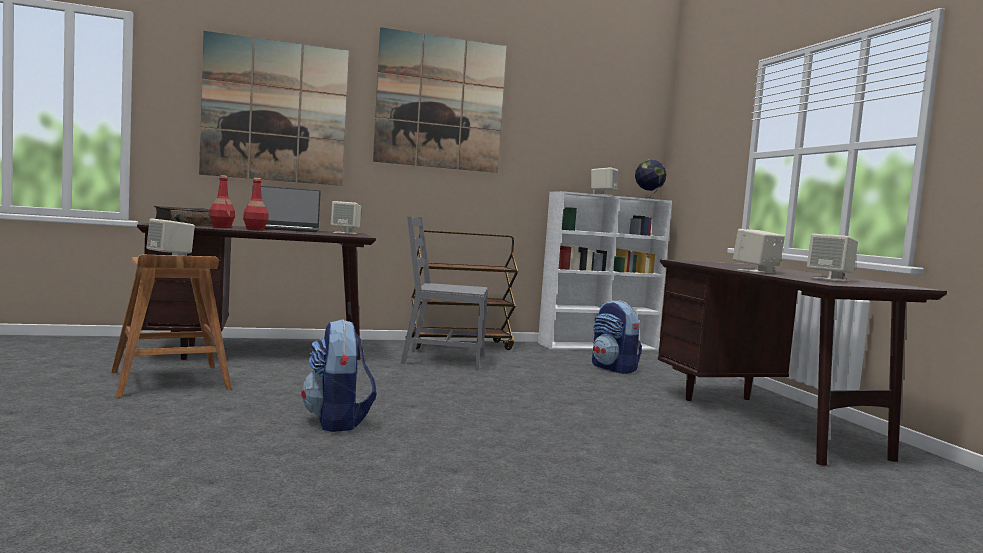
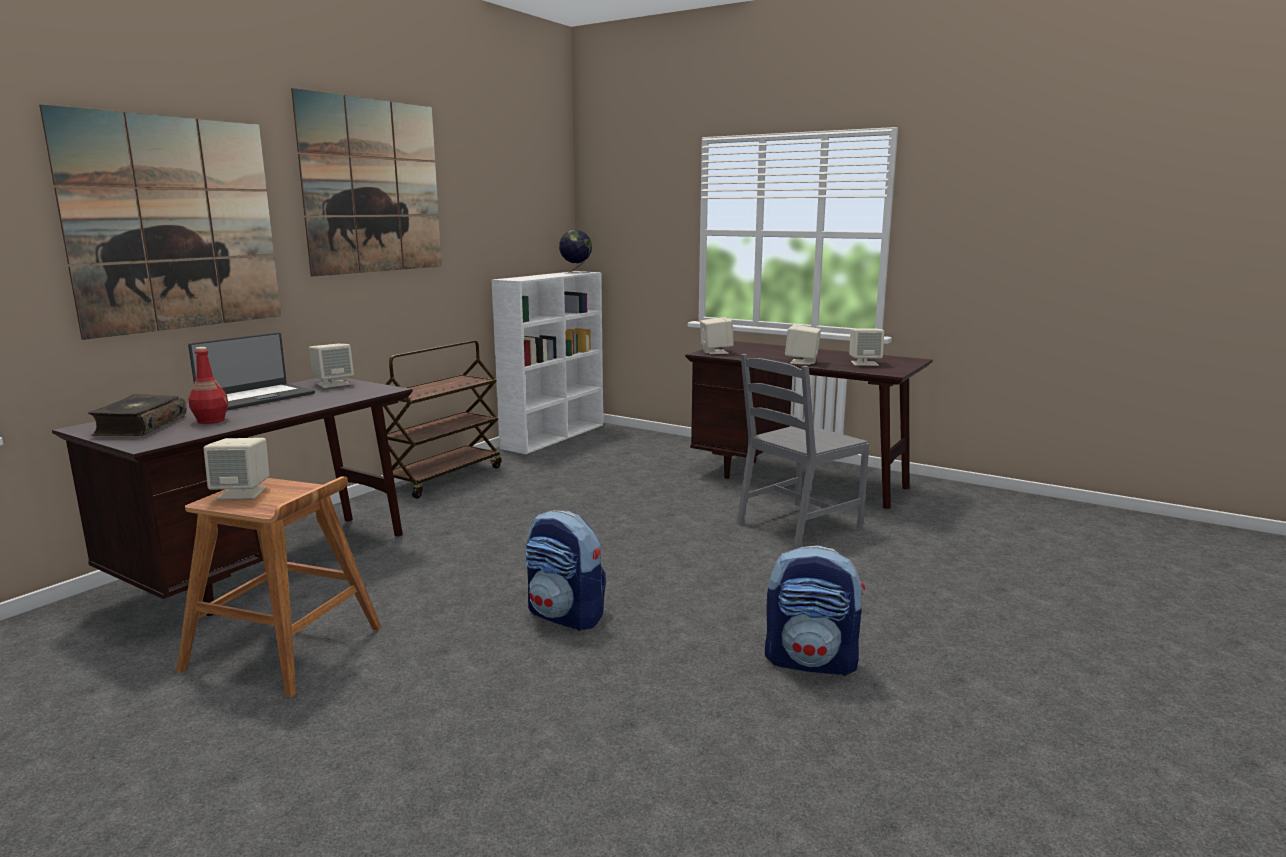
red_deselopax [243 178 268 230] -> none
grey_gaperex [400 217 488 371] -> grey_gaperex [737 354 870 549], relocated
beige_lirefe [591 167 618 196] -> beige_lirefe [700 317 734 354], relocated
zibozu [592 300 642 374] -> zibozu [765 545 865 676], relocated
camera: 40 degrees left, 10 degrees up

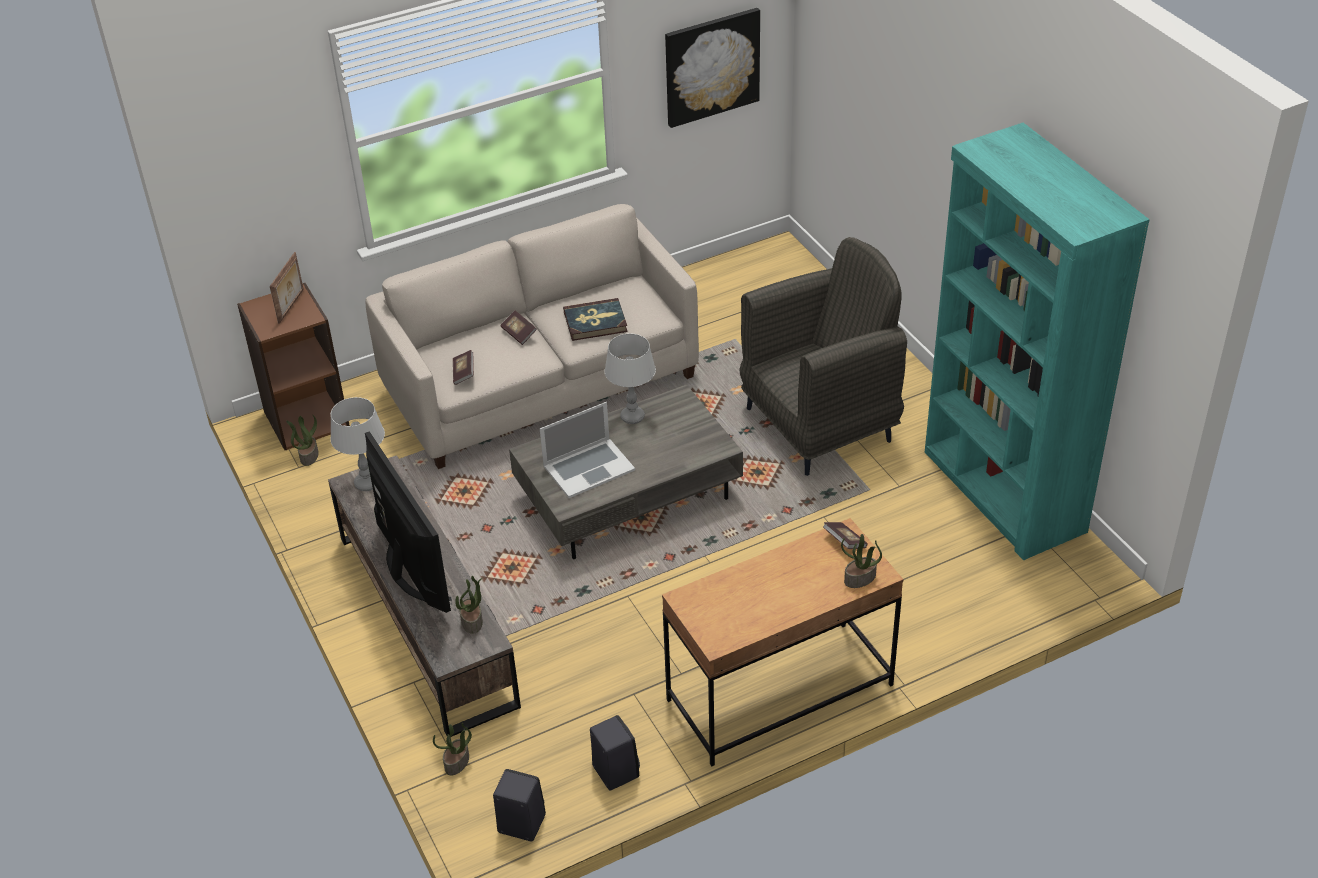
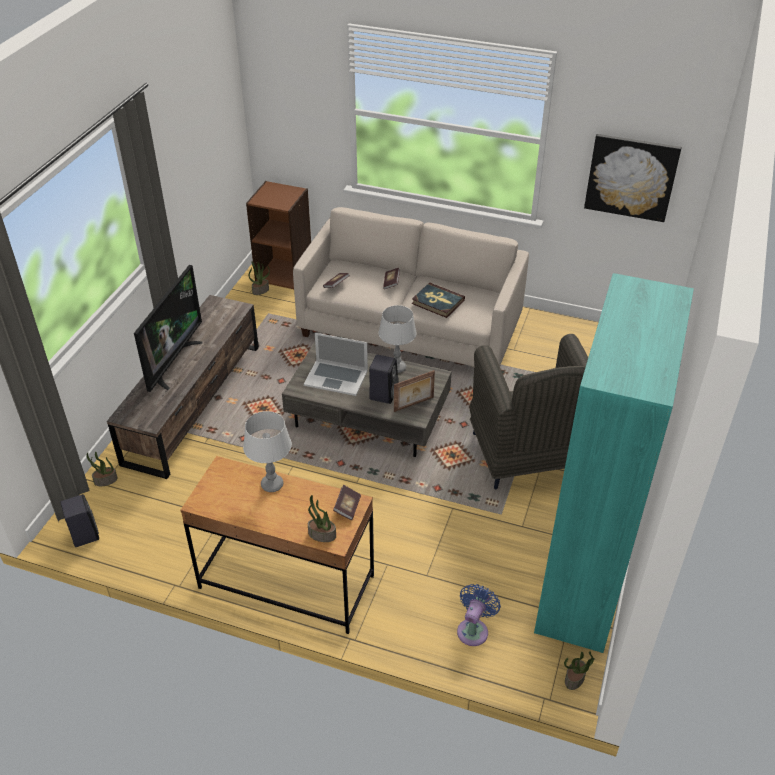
none -> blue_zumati [457 584 501 646]
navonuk [270 252 304 324] -> navonuk [394 370 435 412], relocated
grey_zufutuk [330 397 385 491] -> grey_zufutuk [243 411 292 492], relocated
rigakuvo [455 576 483 634] -> rigakuvo [564 651 595 690], relocated
black_lirefe [590 715 640 791] -> black_lirefe [369 355 399 404], relocated
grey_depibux [739 237 907 476] -> grey_depibux [470 334 588 489], 60 degrees clockwise
camera: 45 degrees right, 0 degrees up

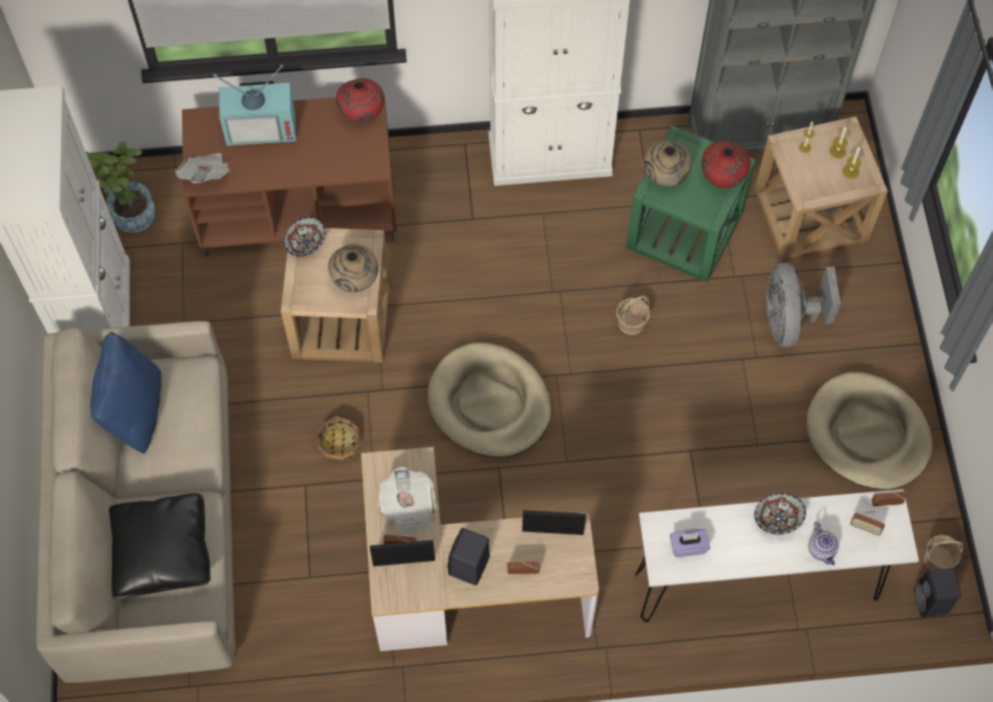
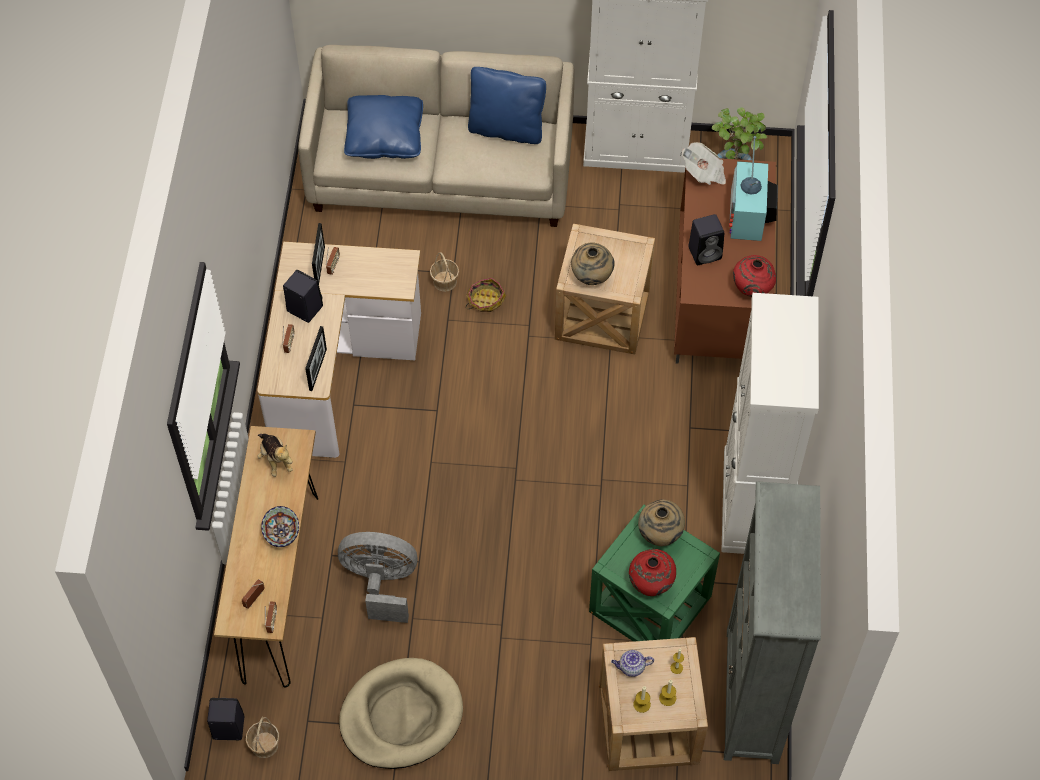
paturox [284 217 326 257] -> none
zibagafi [378 467 436 537] -> none
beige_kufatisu [428 343 551 458] -> none
none -> black_lirefe [688 214 724 265]
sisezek [616 296 650 335] -> sisezek [430 252 459 292], relocated
grey_zumati [766 263 841 347] -> grey_zumati [338 532 417 623], relocated
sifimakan [808 522 839 565] -> sifimakan [611 650 654 677], relocated
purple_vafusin [670 529 710 557] -> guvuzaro [257 434 293 477]
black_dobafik [109 493 211 599] -> blue_dobafik [344 95 423 159]
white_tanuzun [635 489 919 622] -> brown_tanuzun [214 426 318 688]
camera: 100 degrees right, 5 degrees down

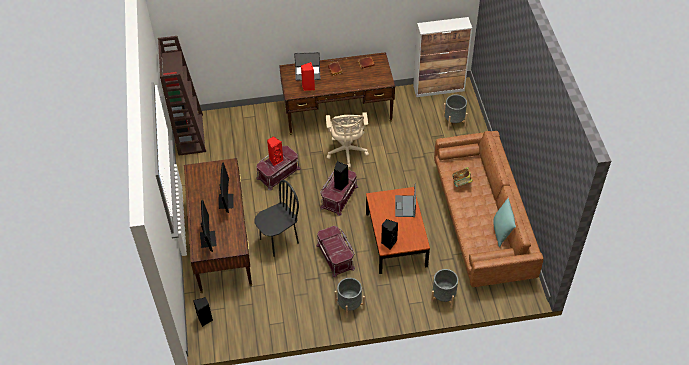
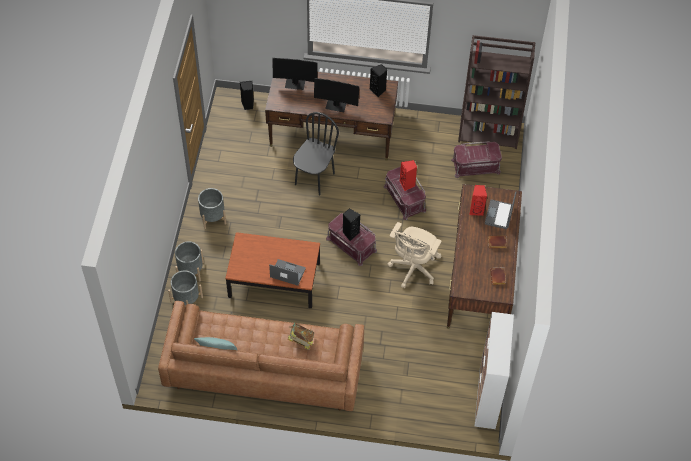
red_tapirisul [316 226 355 278] -> red_tapirisul [451 141 502 178], relocated
black_lirefe [381 219 398 250] -> black_lirefe [370 64 387 97], relocated
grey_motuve [443 94 468 130] -> grey_motuve [175 241 204 282], relocated
black_gaperex [254 180 299 257] -> black_gaperex [293 112 339 196], 135 degrees counterclockwise
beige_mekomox [326 112 369 168] -> beige_mekomox [387 222 442 288], 75 degrees counterclockwise
camera: 105 degrees right, 5 degrees up

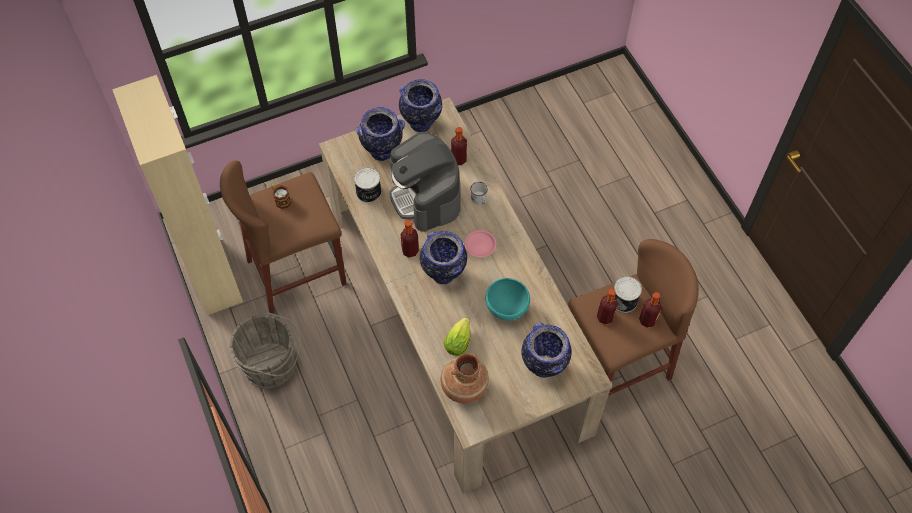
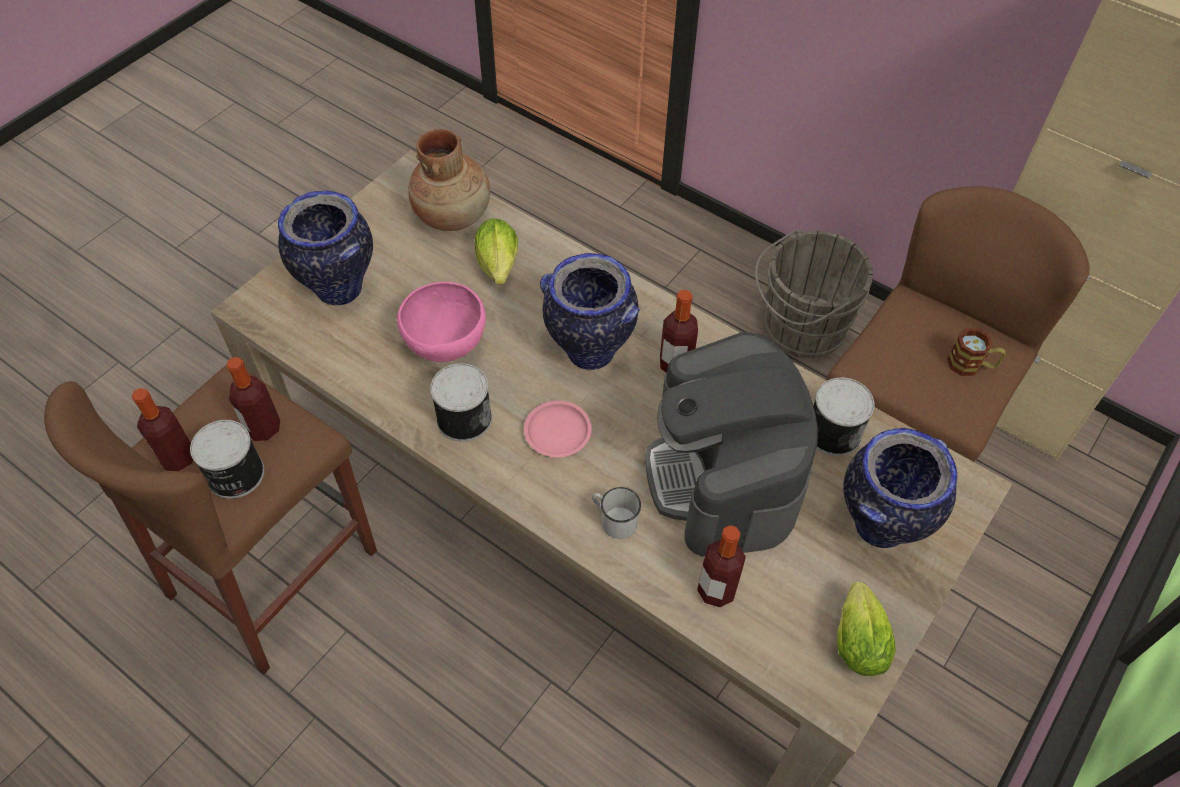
none -> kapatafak [430 363 492 442]
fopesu [399 79 442 132] -> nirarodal [837 582 896 676]
turquoise_paturox [485 278 530 321] -> pink_paturox [397 282 486 362]
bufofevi [389 132 460 232] -> bufofevi [645 332 818 557], 135 degrees counterclockwise
camera: 150 degrees right, 5 degrees down

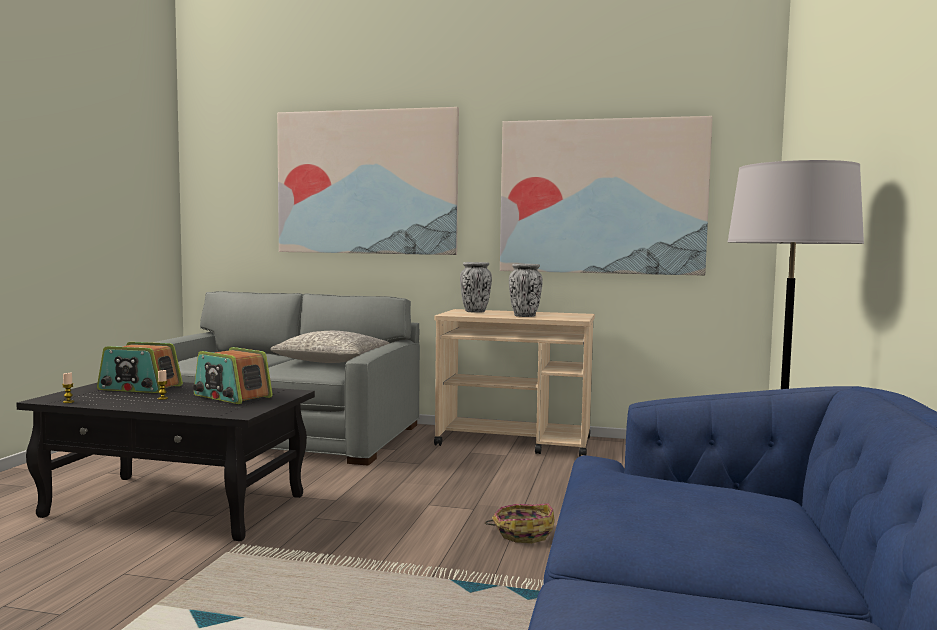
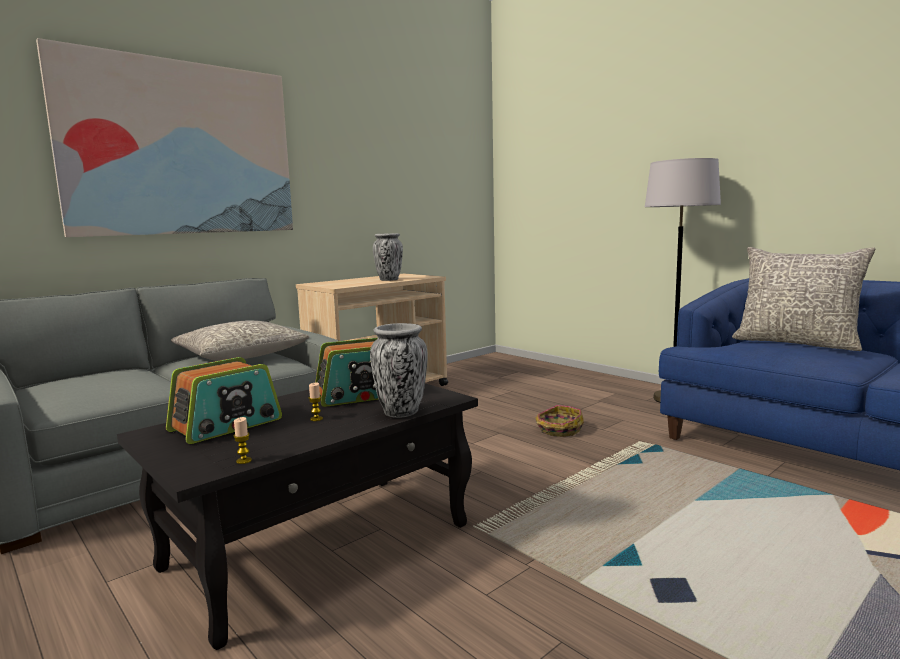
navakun [500 116 713 276] -> none
none -> grey_dobafik [732 247 876 351]
fopesu [460 262 492 313] -> fopesu [370 323 428 418], relocated
camera: 55 degrees left, 5 degrees up

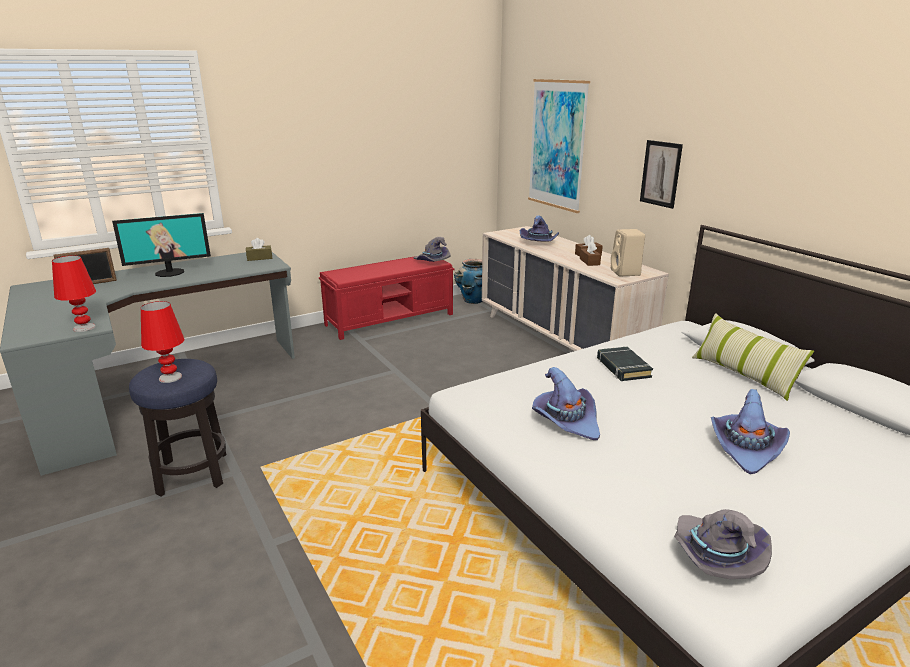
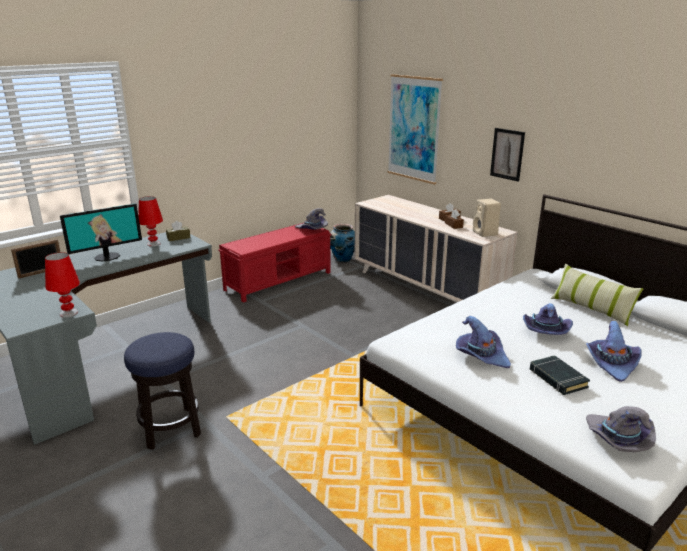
red_zufutuk [141 301 184 383] -> red_zufutuk [138 196 163 246], relocated
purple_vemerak [519 215 559 242] -> purple_vemerak [523 303 573 335], relocated
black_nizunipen [597 347 653 381] -> black_nizunipen [530 355 590 395], relocated
camera: 10 degrees left, 0 degrees up

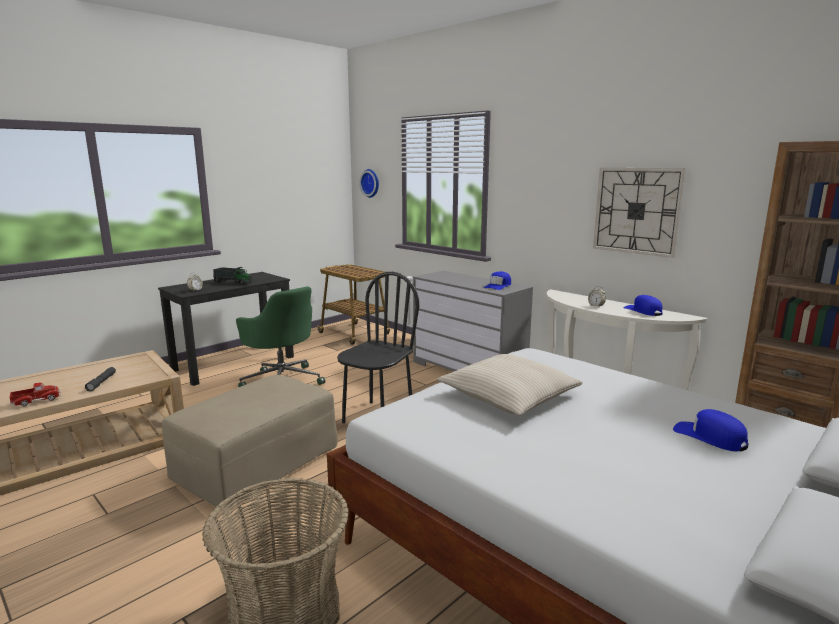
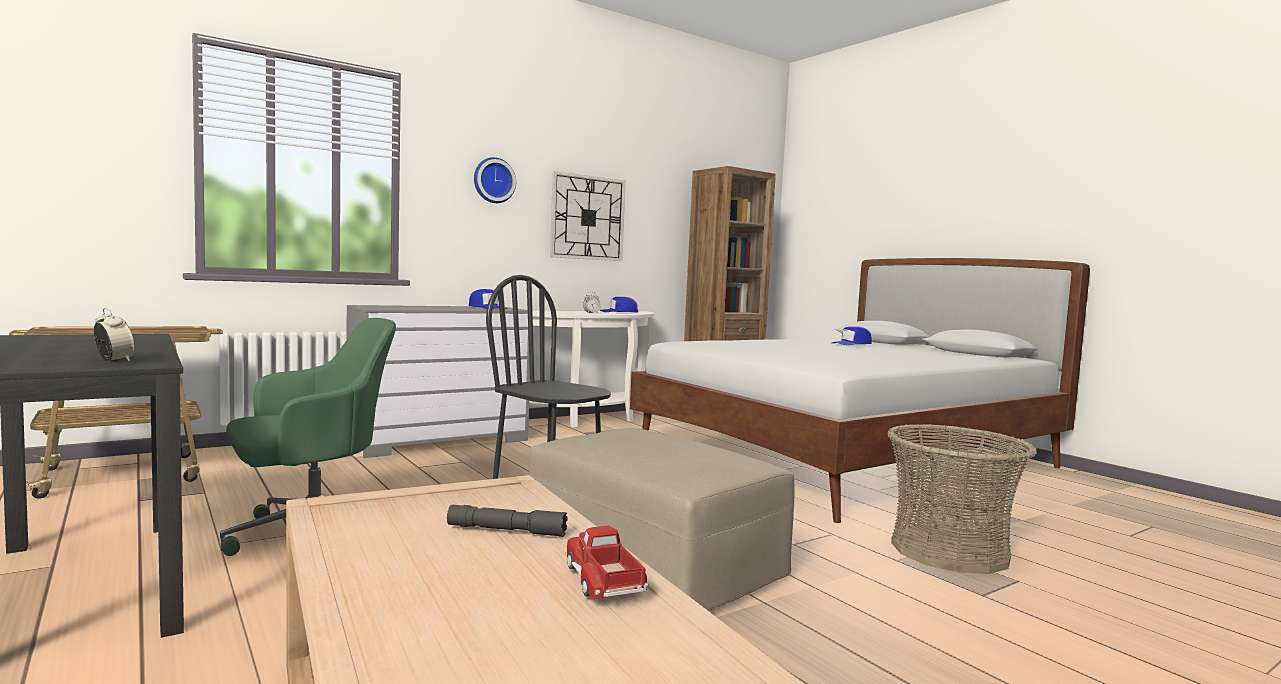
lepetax [213 267 253 285] -> none
beige_dobafik [437 354 583 416] -> none
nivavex [359 169 379 198] -> nivavex [474 157 516 203], relocated
camera: 80 degrees left, 10 degrees down

